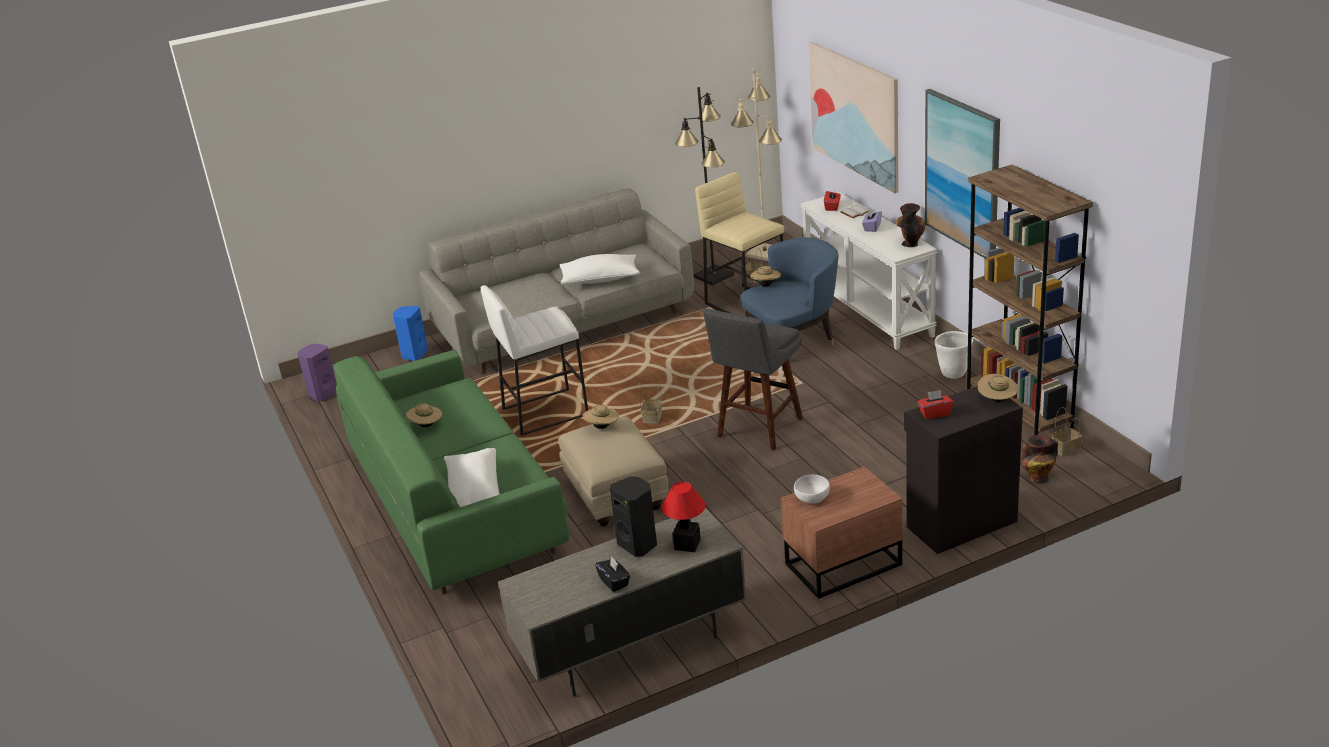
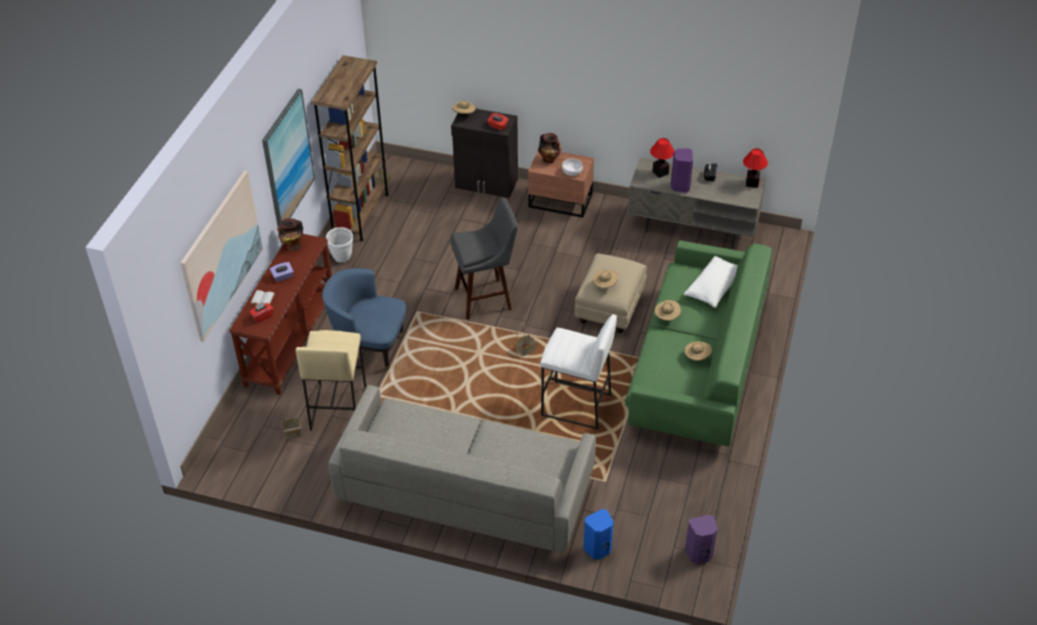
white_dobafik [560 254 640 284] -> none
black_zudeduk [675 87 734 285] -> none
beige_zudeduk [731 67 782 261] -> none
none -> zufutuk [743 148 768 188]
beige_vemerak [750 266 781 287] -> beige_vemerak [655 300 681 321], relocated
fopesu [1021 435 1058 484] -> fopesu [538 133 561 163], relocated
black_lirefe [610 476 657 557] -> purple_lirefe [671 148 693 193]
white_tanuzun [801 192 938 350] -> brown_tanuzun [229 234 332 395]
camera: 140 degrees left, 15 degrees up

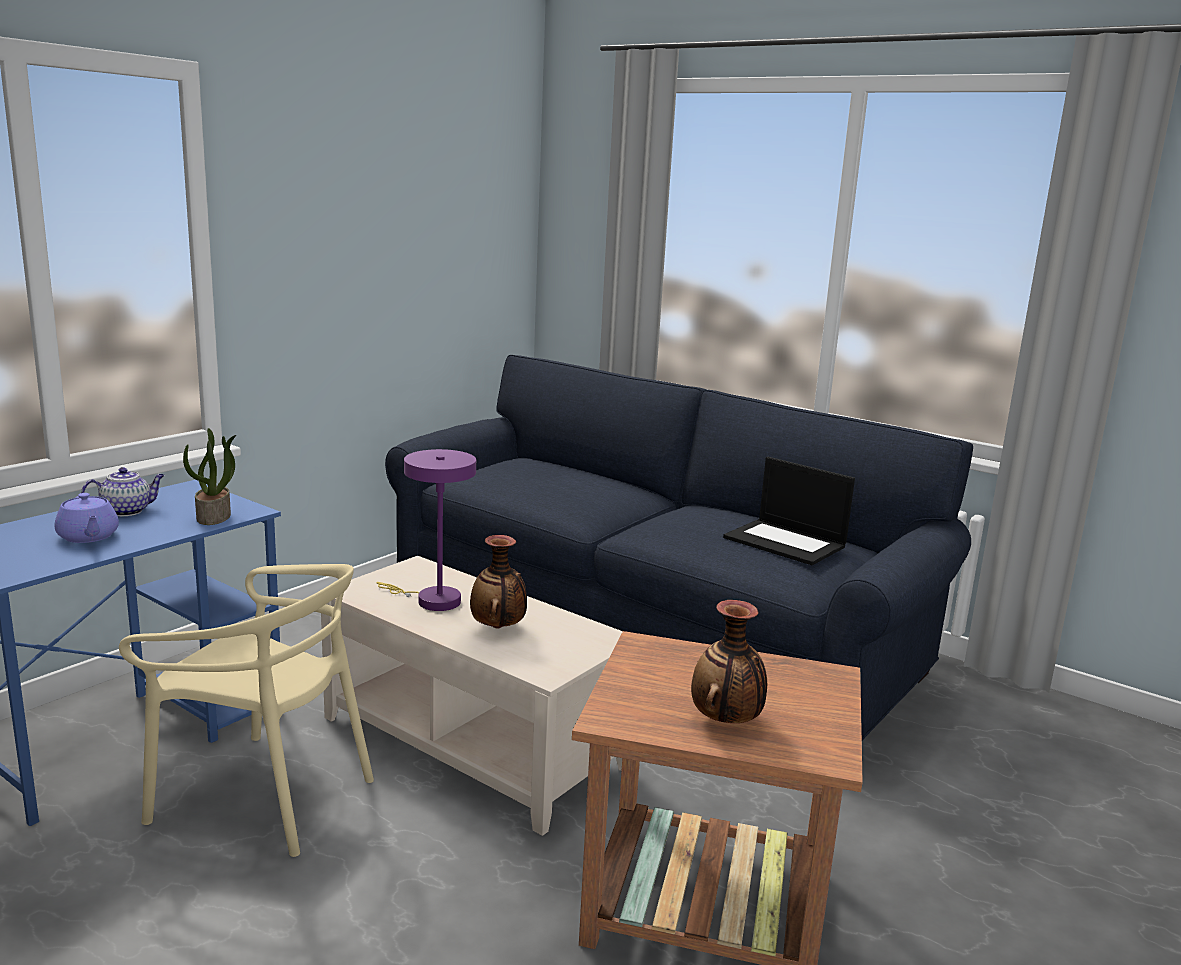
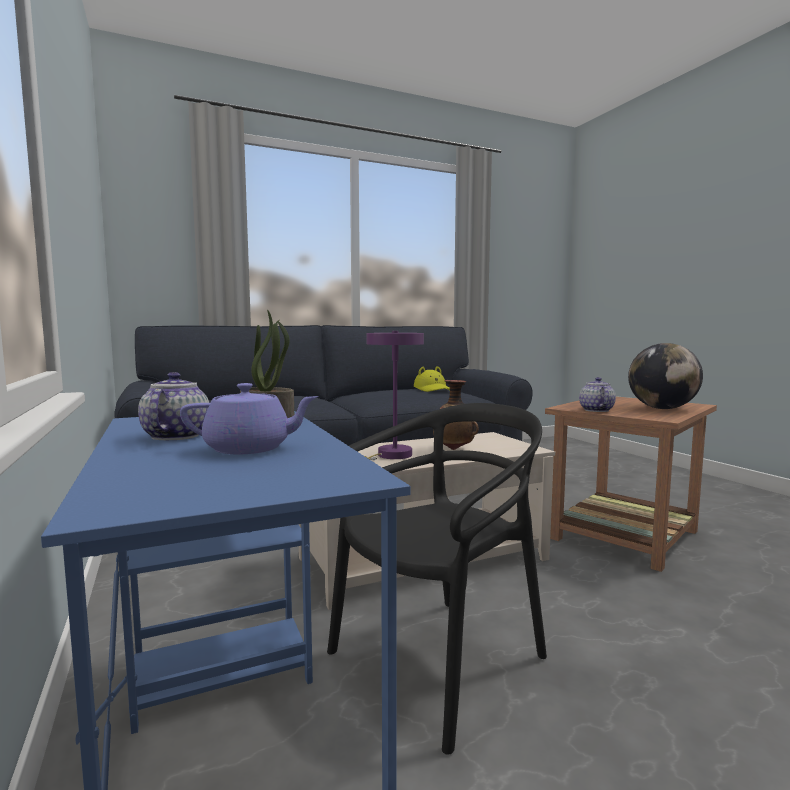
none -> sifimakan [579 377 616 412]
fopesu [691 600 767 723] -> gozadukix [628 343 703 409]
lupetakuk [723 457 855 565] -> yellow_vemerak [414 366 450 392]
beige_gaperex [119 564 374 857] -> black_gaperex [327 403 547 755]
camera: 60 degrees left, 10 degrees down

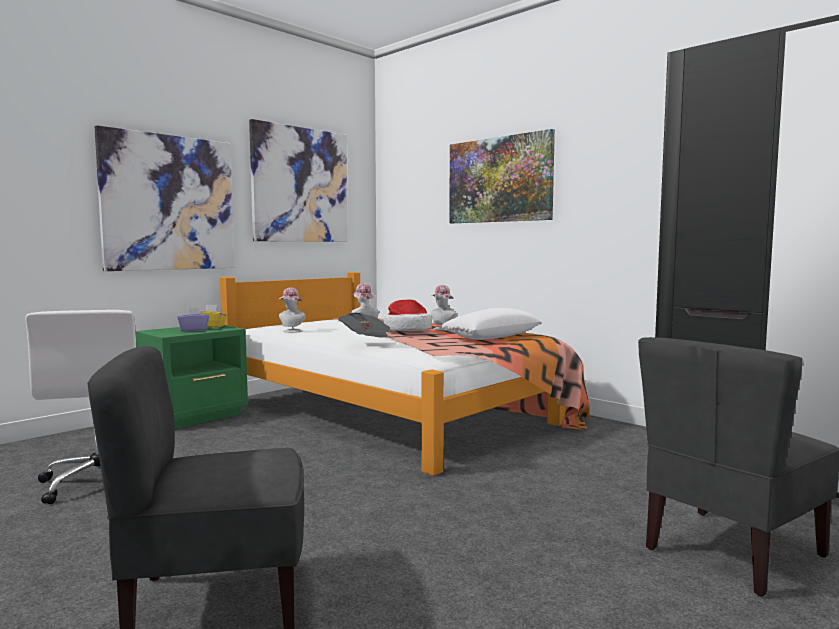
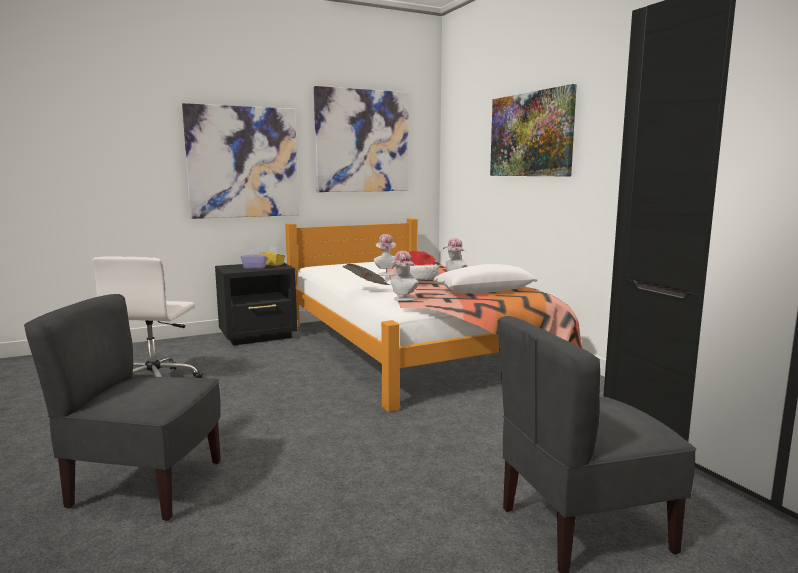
vemerak [279 287 306 333] -> vemerak [390 251 419 301], relocated
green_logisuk [136 325 248 429] -> black_logisuk [215 263 297 345]
camera: 20 degrees right, 5 degrees up

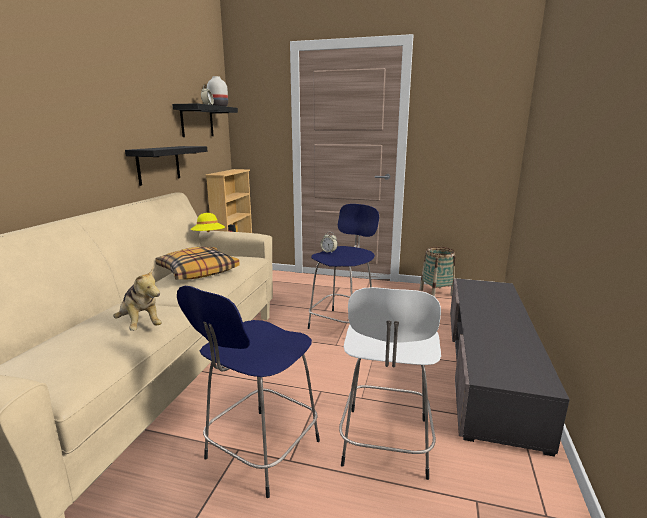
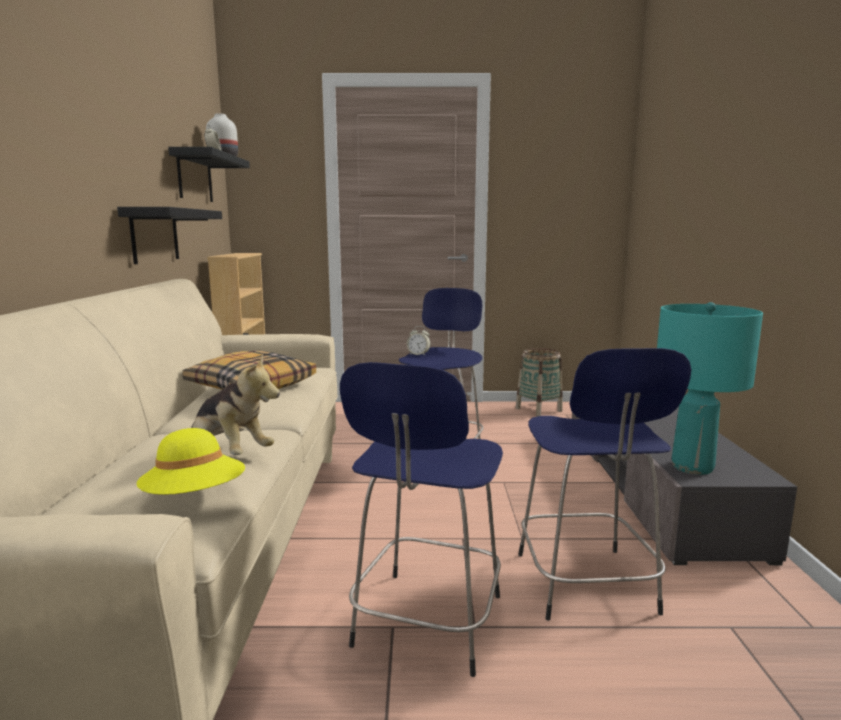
none -> turquoise_zufutuk [657 302 763 475]
yellow_vemerak [191 213 225 232] -> yellow_vemerak [136 428 245 495], relocated
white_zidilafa [339 287 441 480] -> blue_zidilafa [519 348 691 621]
camera: 15 degrees left, 5 degrees down

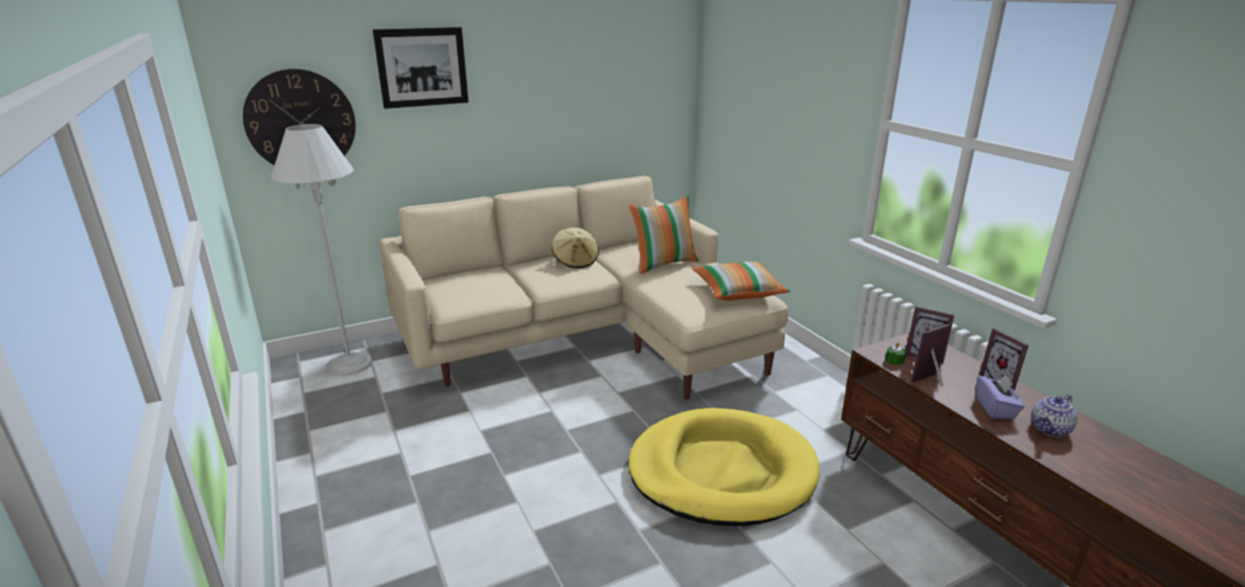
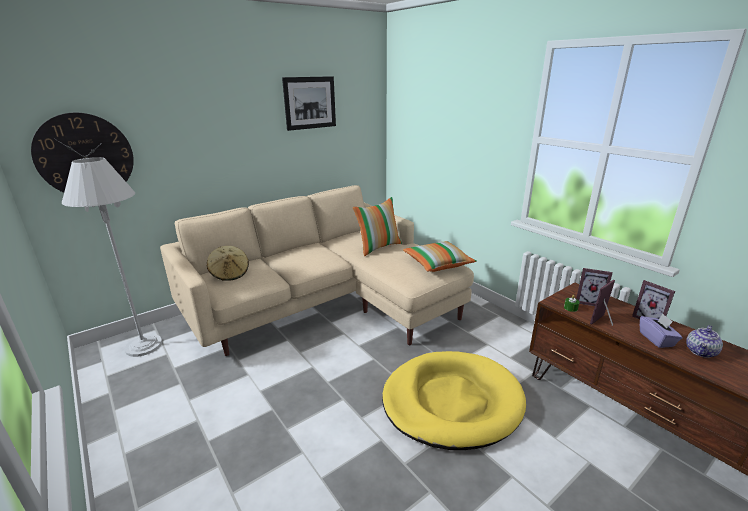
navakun [373 27 468 109] -> navakun [282 76 336 131], relocated
beige_vemerak [551 228 599 268] -> beige_vemerak [207 246 249 281], relocated
camera: 10 degrees left, 0 degrees up

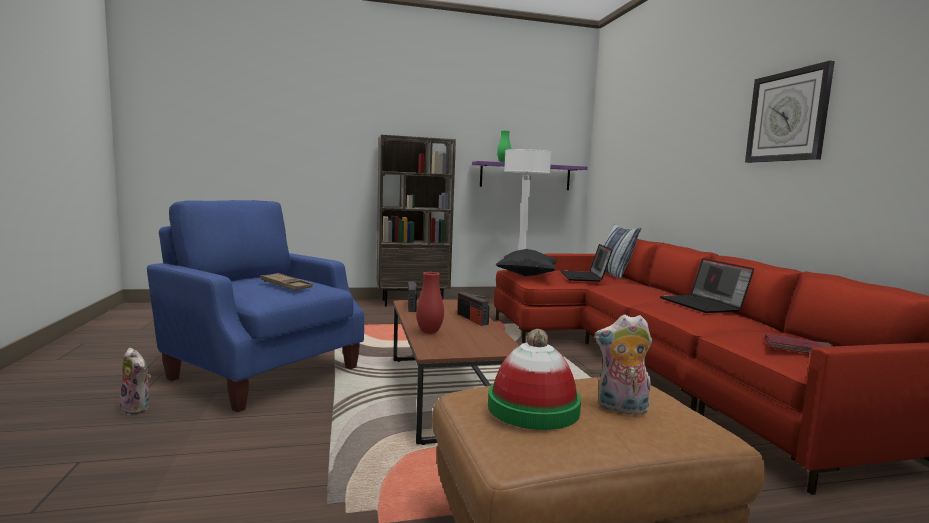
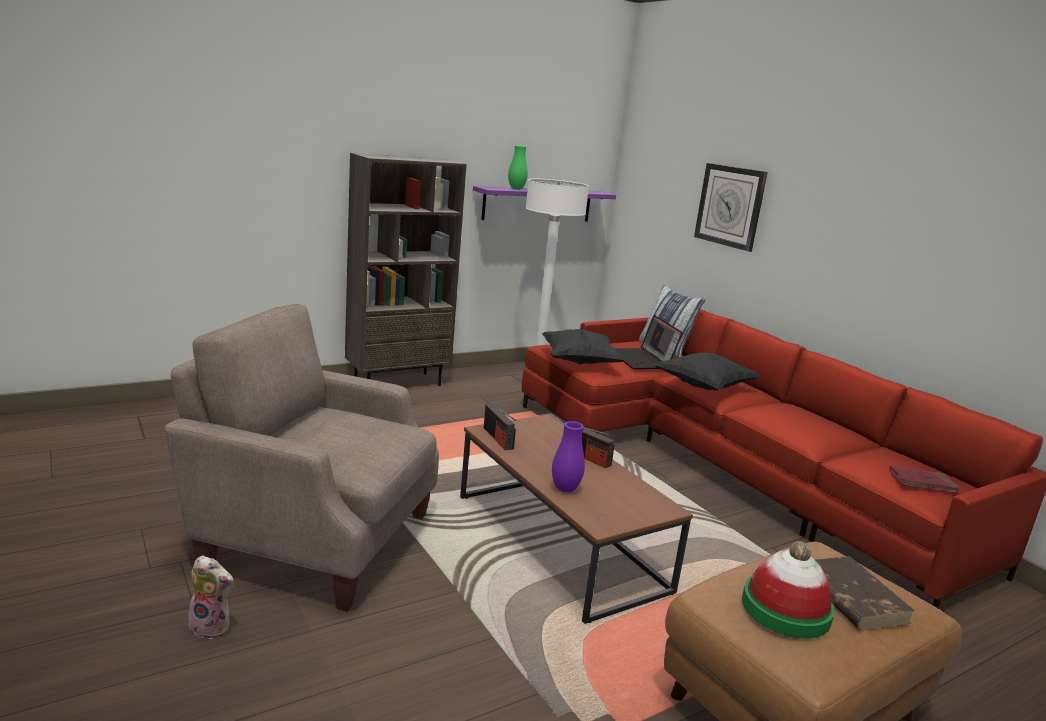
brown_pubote [260 273 313 290] -> none
lupetakuk [660 258 754 313] -> none
none -> black_dobafik [654 352 760 391]
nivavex [745 61 835 163] -> nivavex [694 163 768 252], relocated
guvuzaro [595 315 652 417] -> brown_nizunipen [815 556 915 630]
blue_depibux [147 200 364 413] -> beige_depibux [164 304 439 612]
red_fopesu [416 272 444 334] -> purple_fopesu [552 421 585 492]
camera: 20 degrees left, 10 degrees up

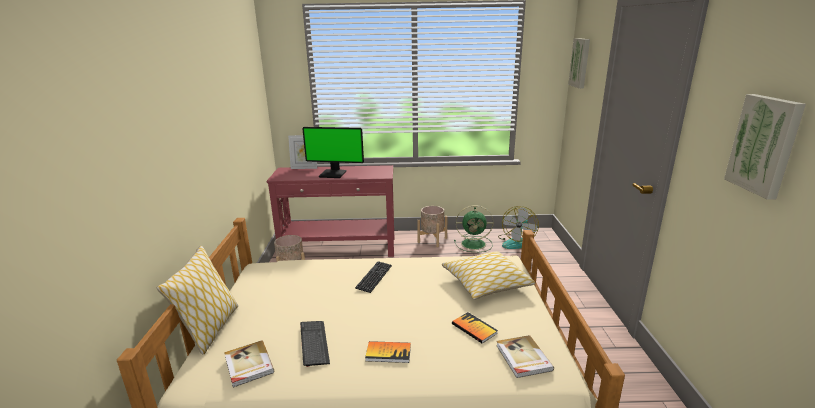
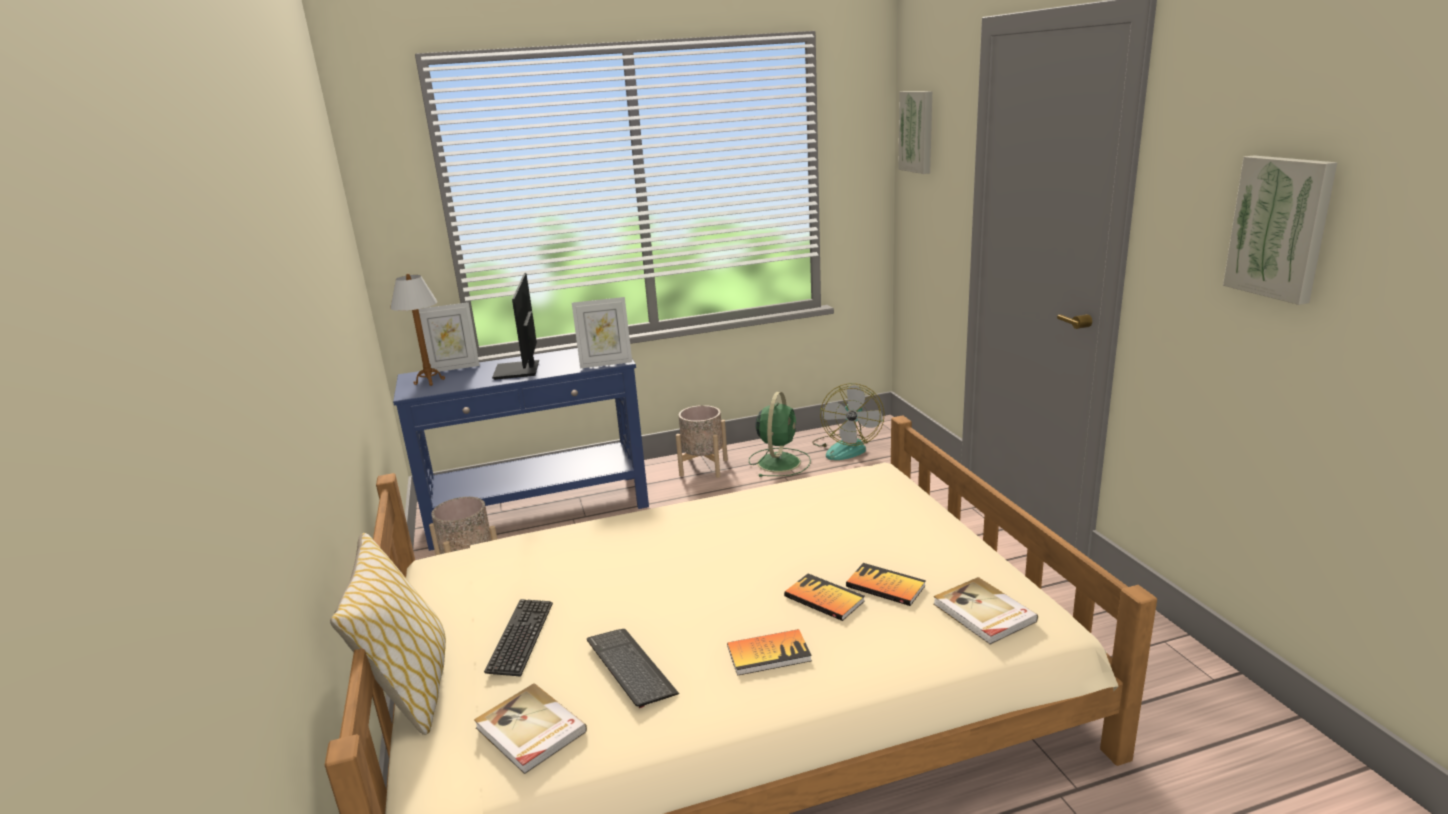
dobafik [442 251 535 300] -> none
none -> zufutuk [390 274 445 386]
none -> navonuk [572 297 632 369]
none -> nizunipen [784 574 865 621]
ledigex [355 261 392 293] -> ledigex [484 599 553 677], relocated
red_tanuzun [267 165 394 257] -> blue_tanuzun [393 348 649 551]
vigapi [302 127 364 178] -> vigapi [492 273 539 380], 90 degrees clockwise
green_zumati [454 205 493 252] -> green_zumati [749 392 811 477], 60 degrees counterclockwise
camera: 15 degrees left, 0 degrees up

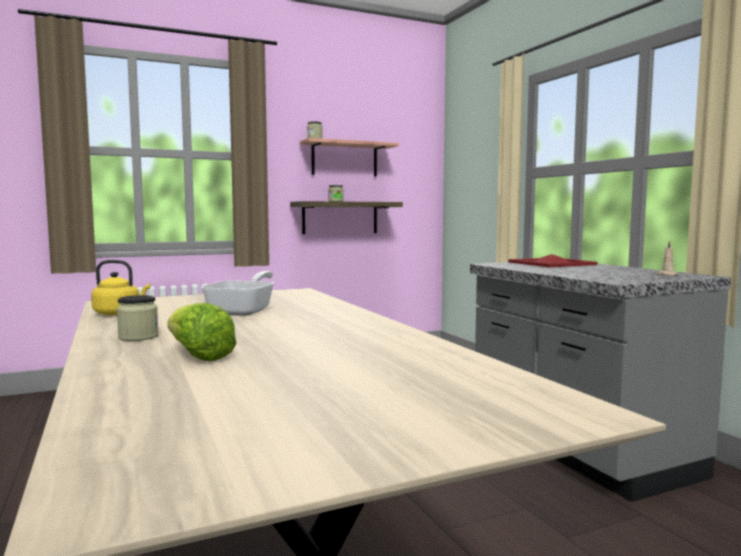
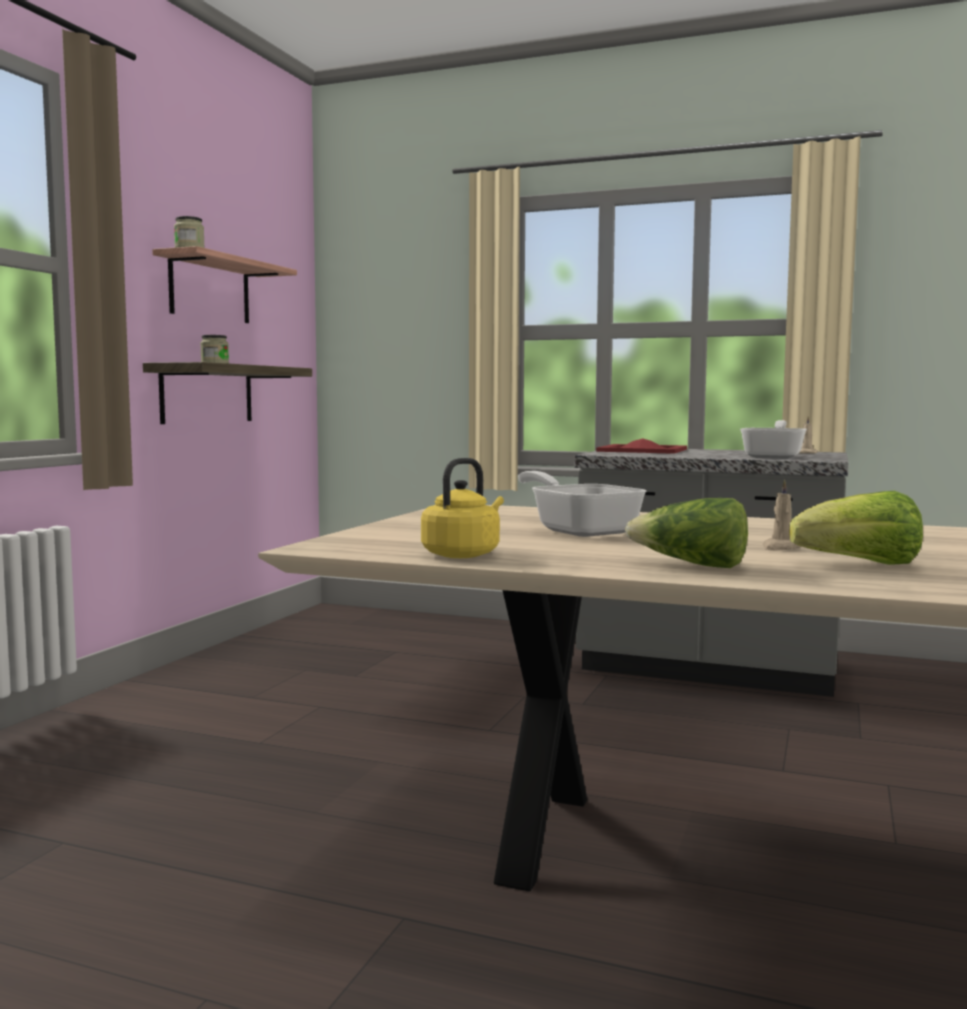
none -> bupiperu [740 420 807 459]
none -> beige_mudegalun [763 479 801 551]
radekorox [117 295 159 341] -> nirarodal [625 498 748 568]
camera: 45 degrees left, 0 degrees up

